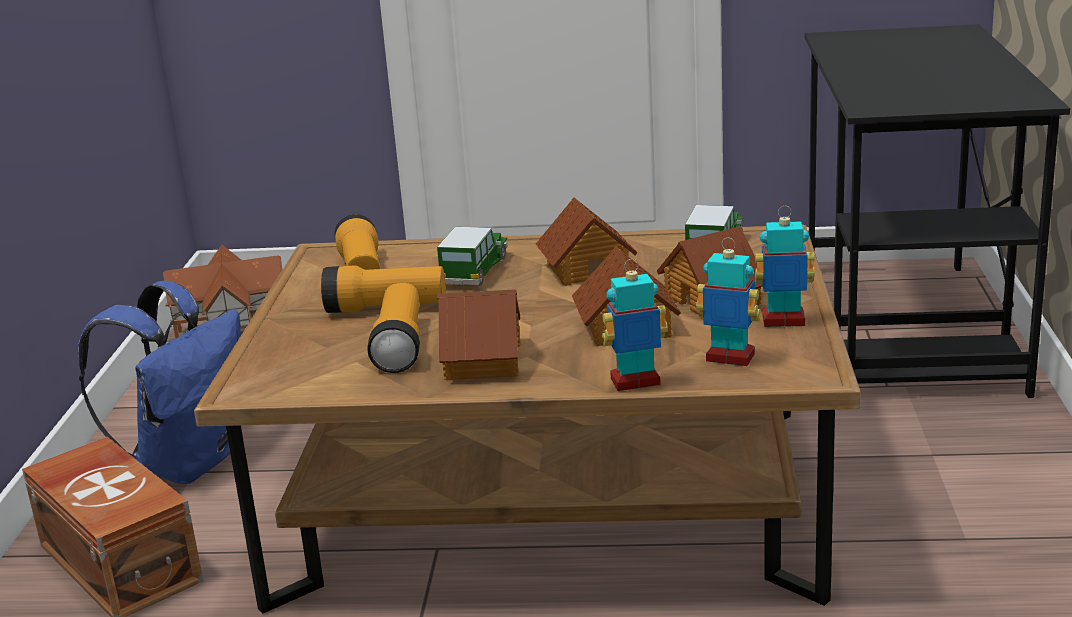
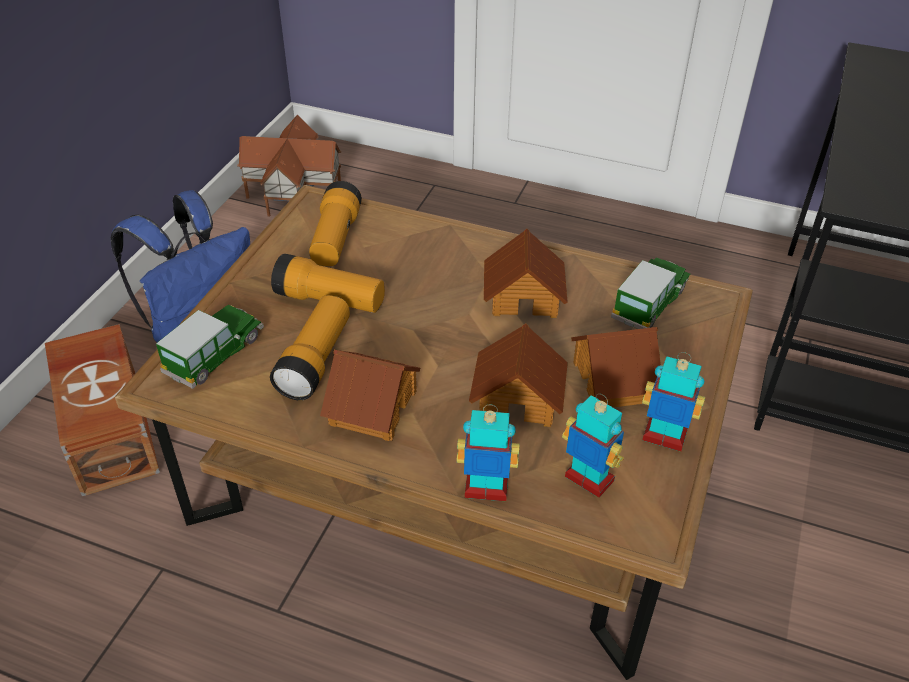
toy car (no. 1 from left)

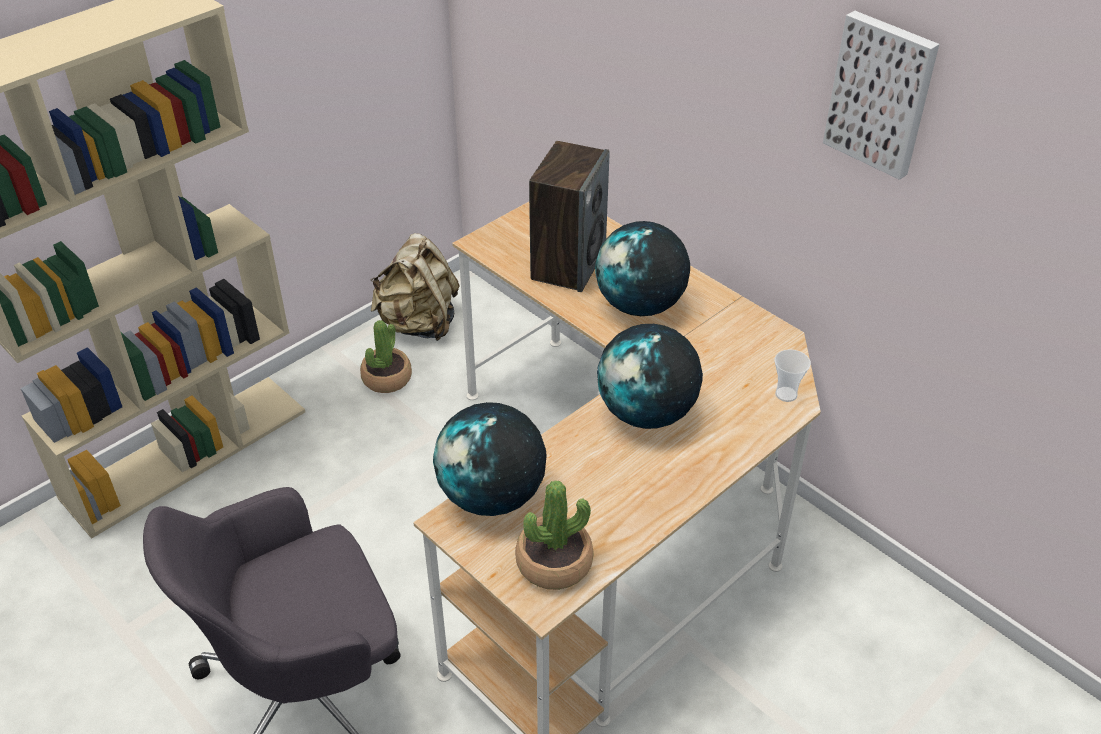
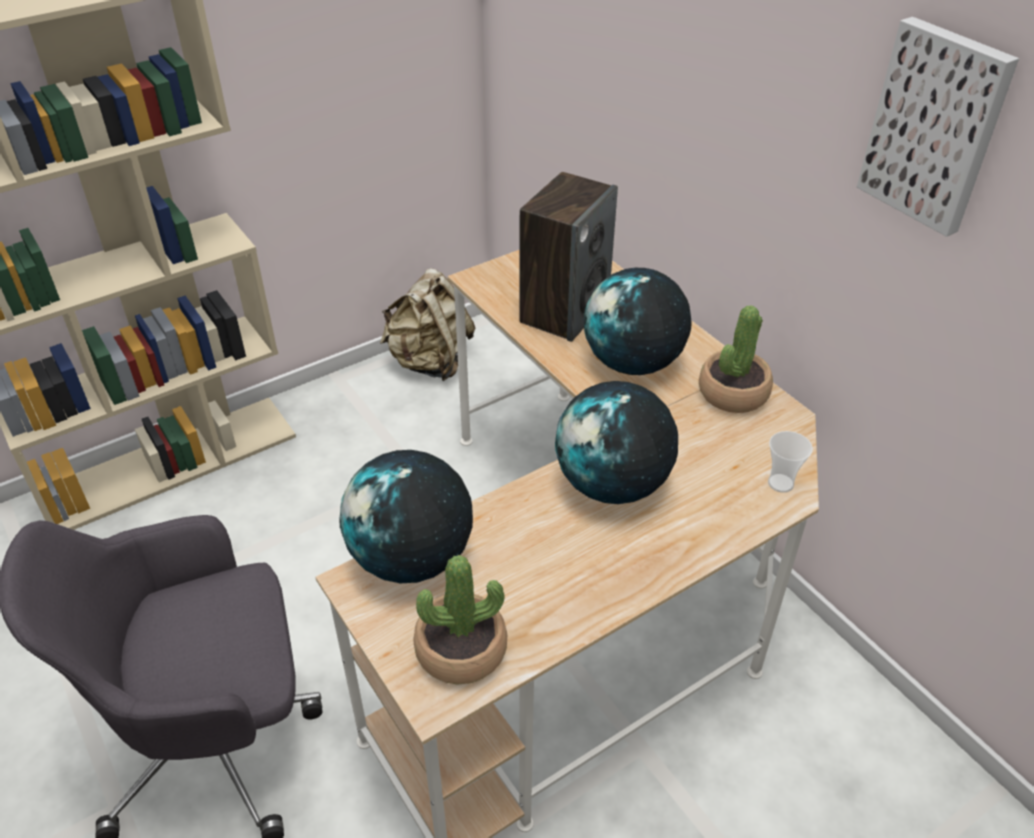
potted plant (no. 2 from left)

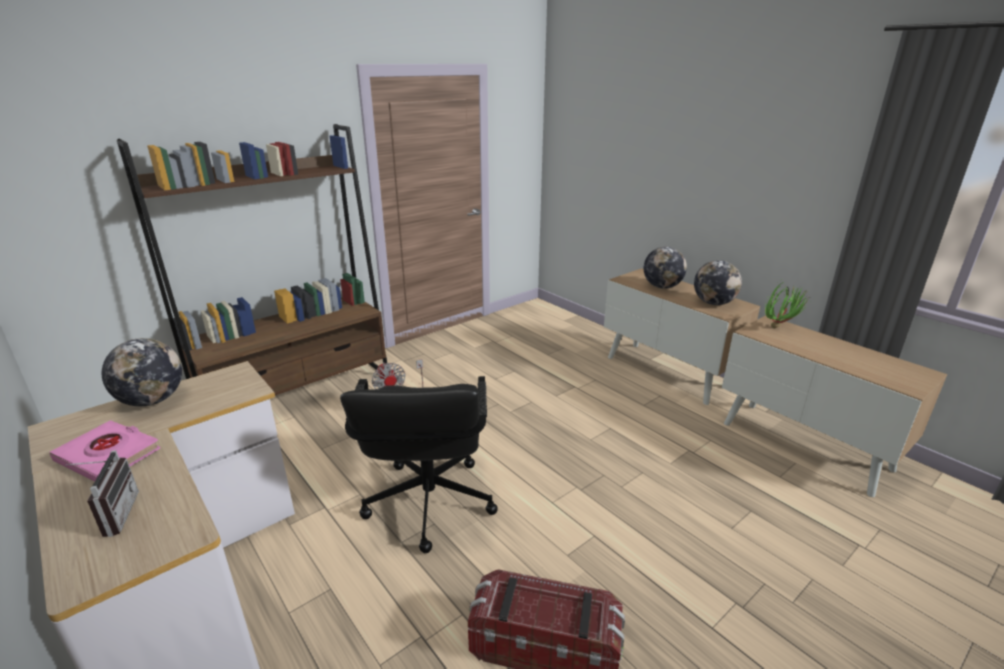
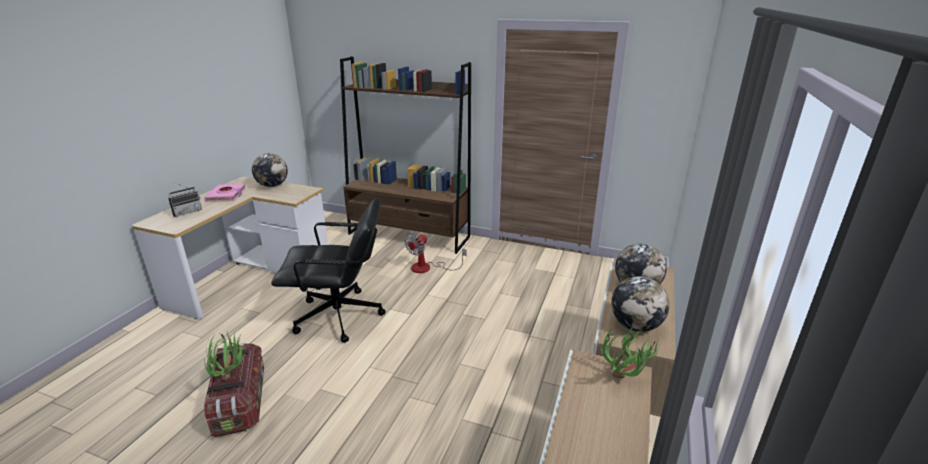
potted plant (no. 1 from left)
black office chair

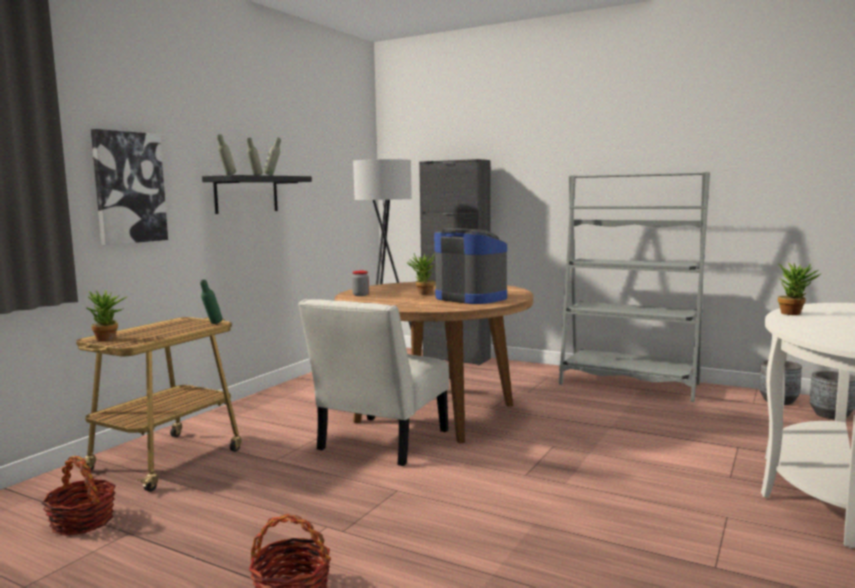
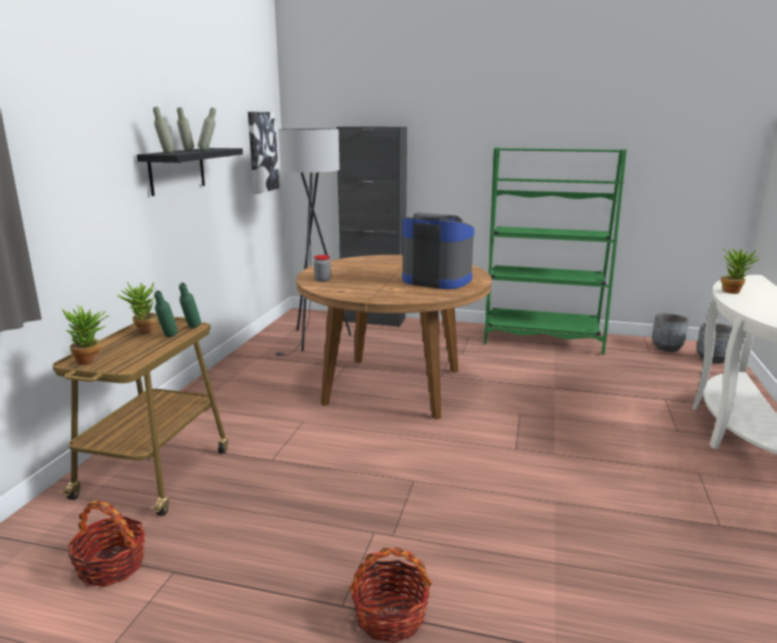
potted plant (no. 2 from left)
green bottle (no. 1 from left)
picture
green bookcase
white chair

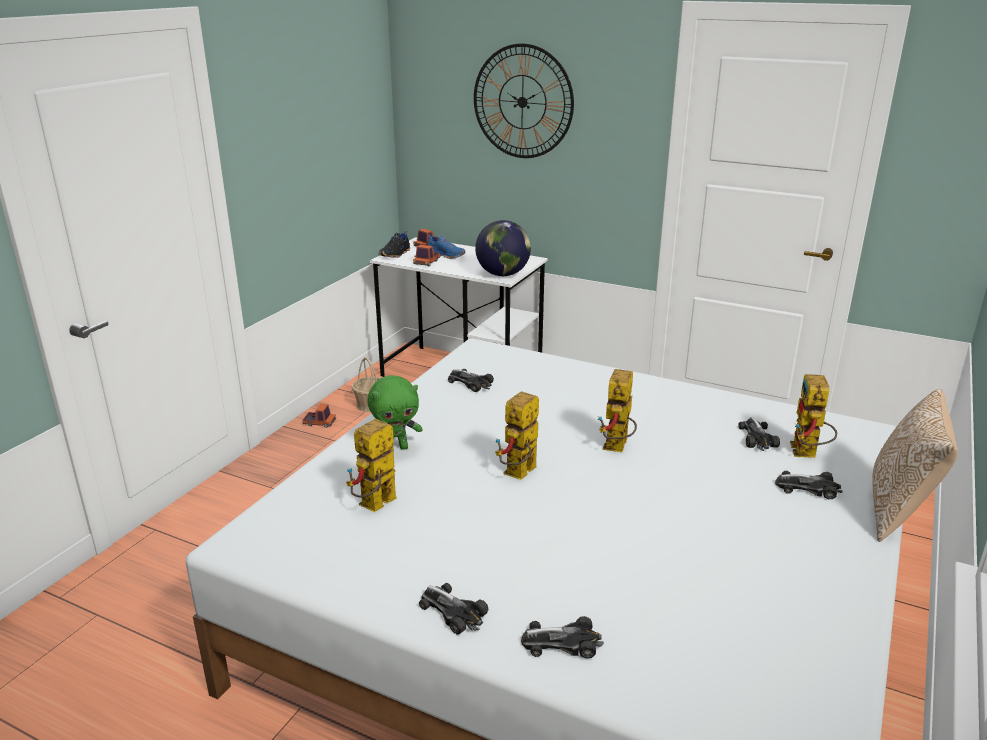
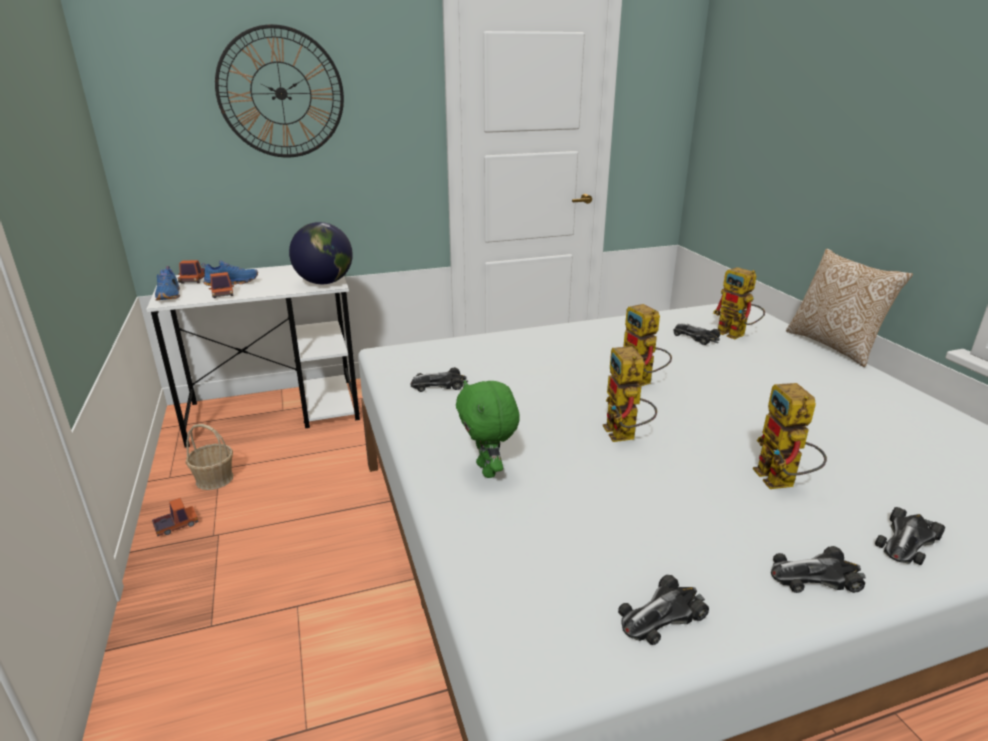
blue shoe (no. 1 from left)
green plush toy
toy car (no. 2 from left)
toy robot (no. 4 from left)

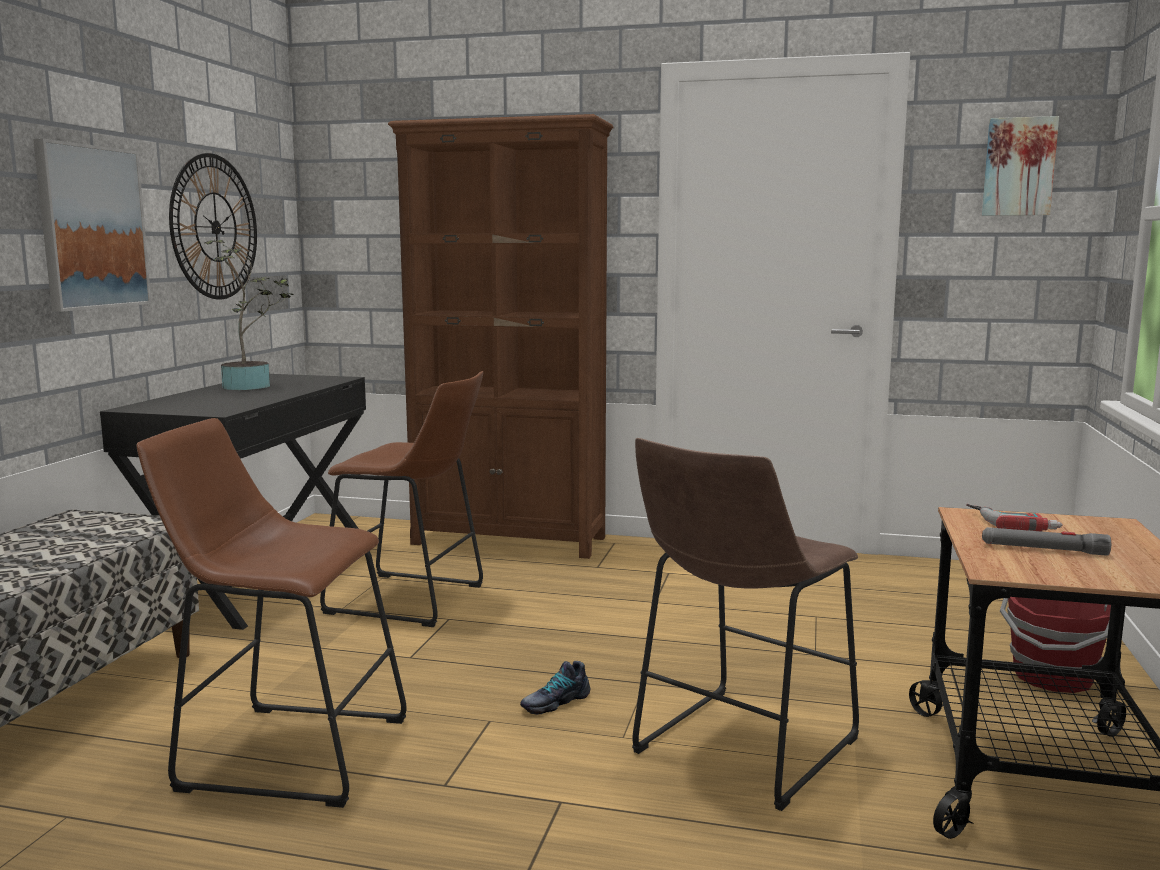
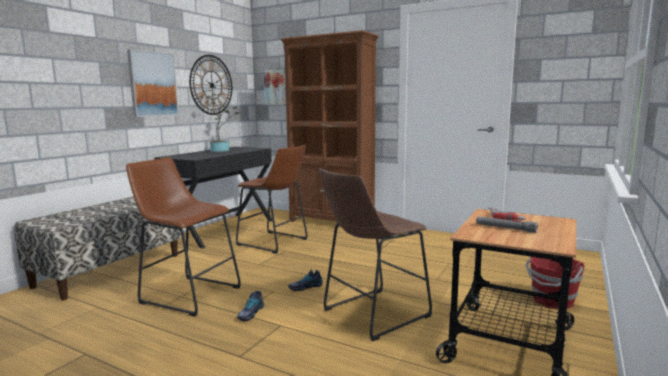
shoe (no. 1 from left)
picture (no. 2 from left)

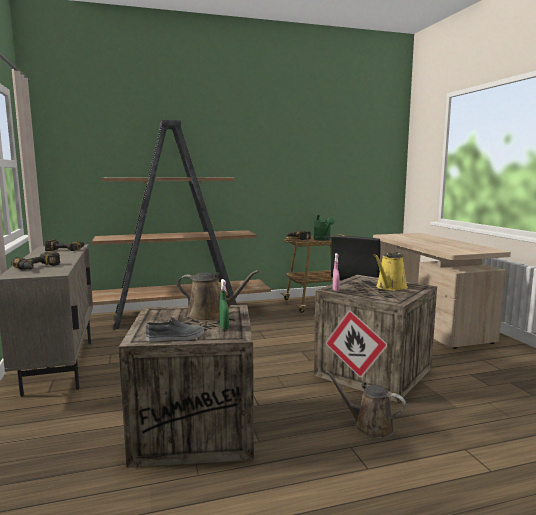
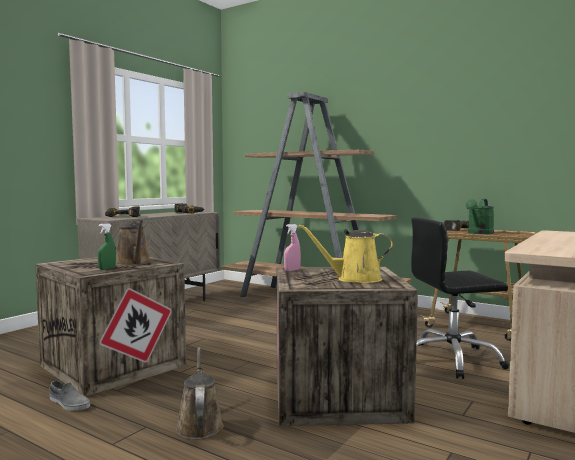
grey shoe

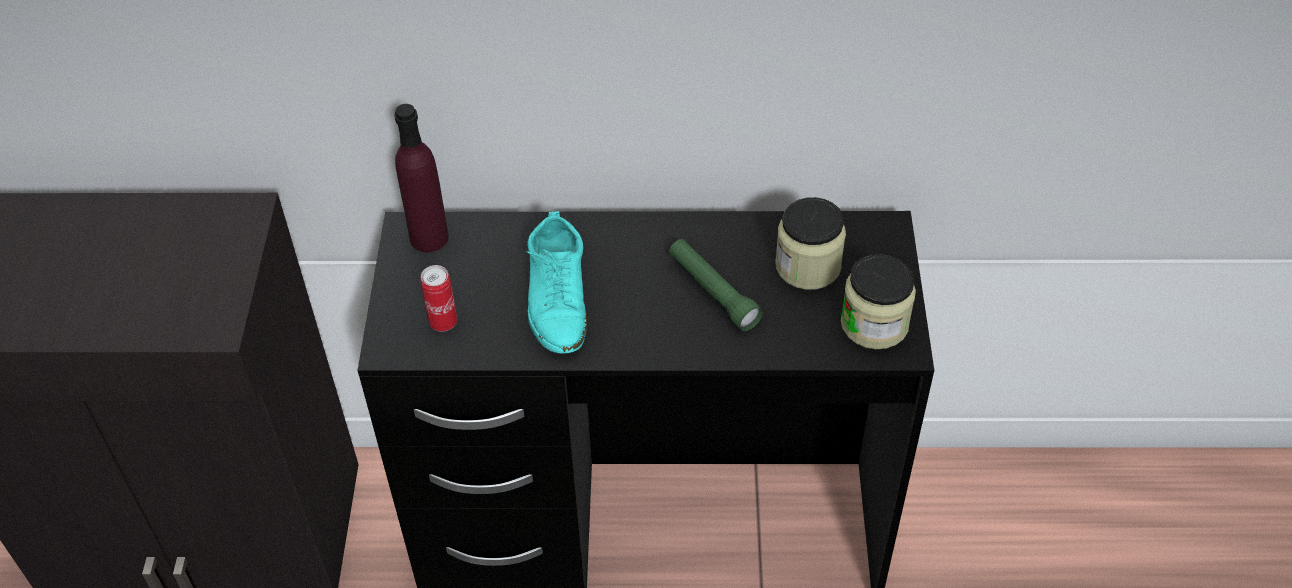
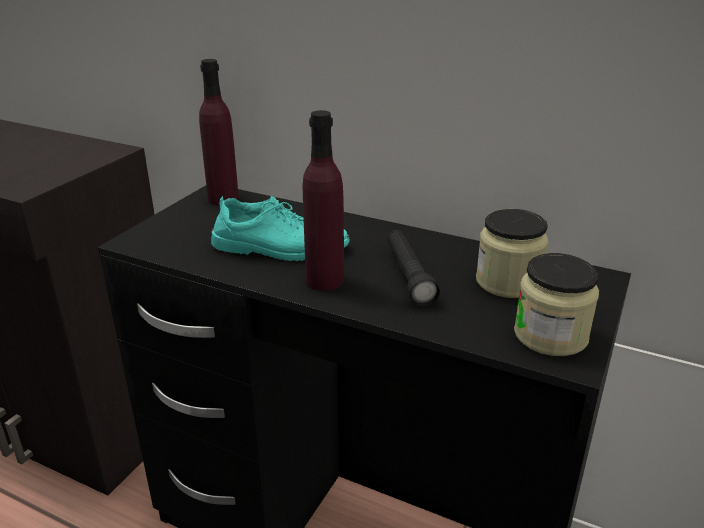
turquoise shoe
purple bottle (no. 2 from left)
black flashlight
can

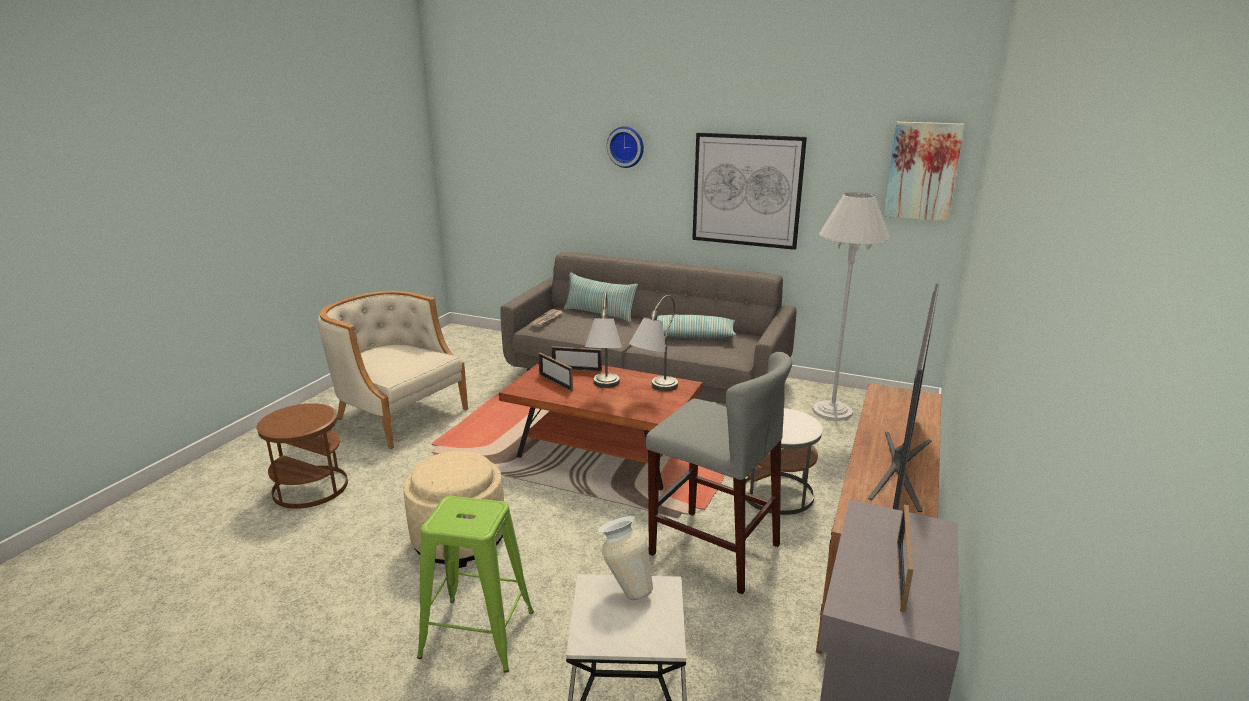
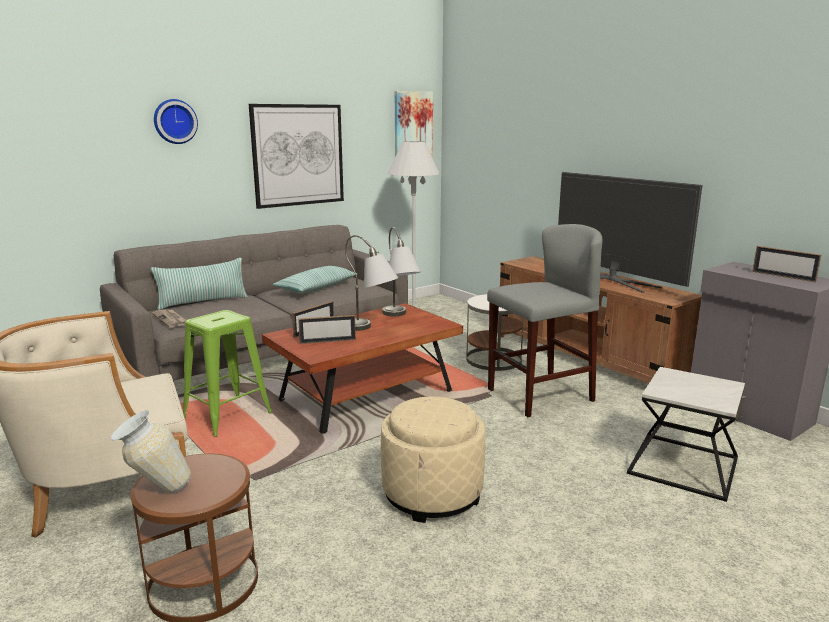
vase
green stool

